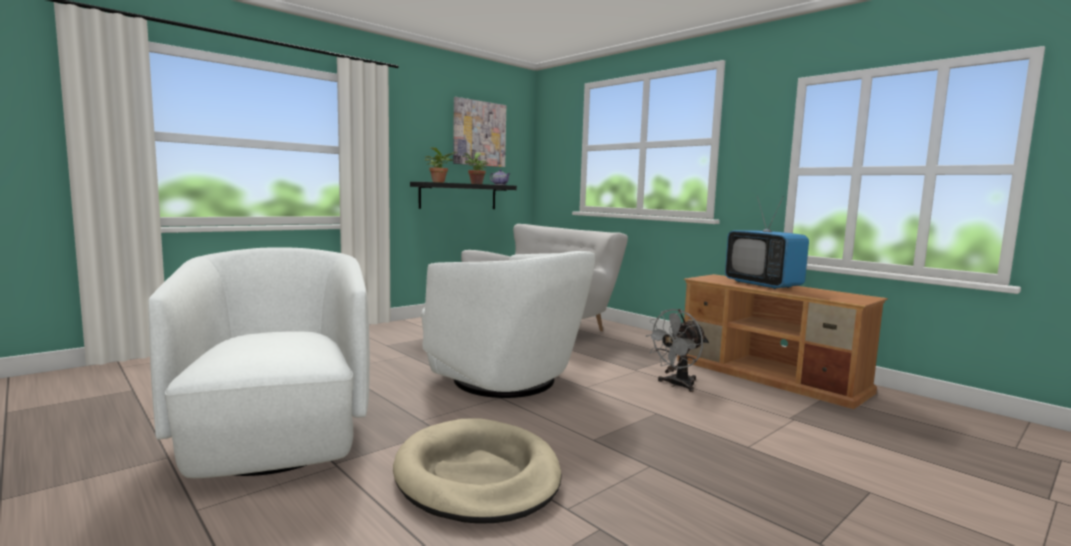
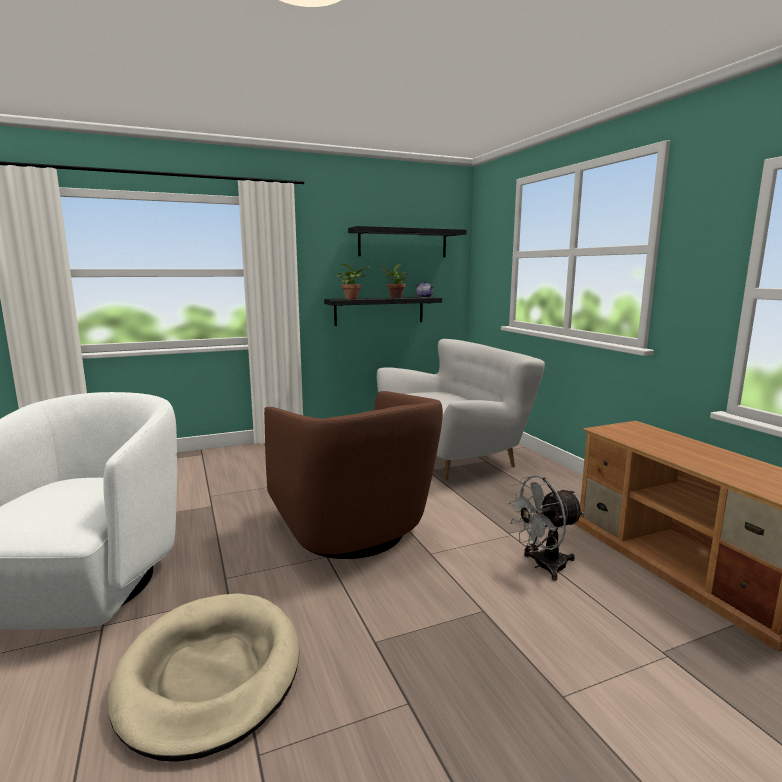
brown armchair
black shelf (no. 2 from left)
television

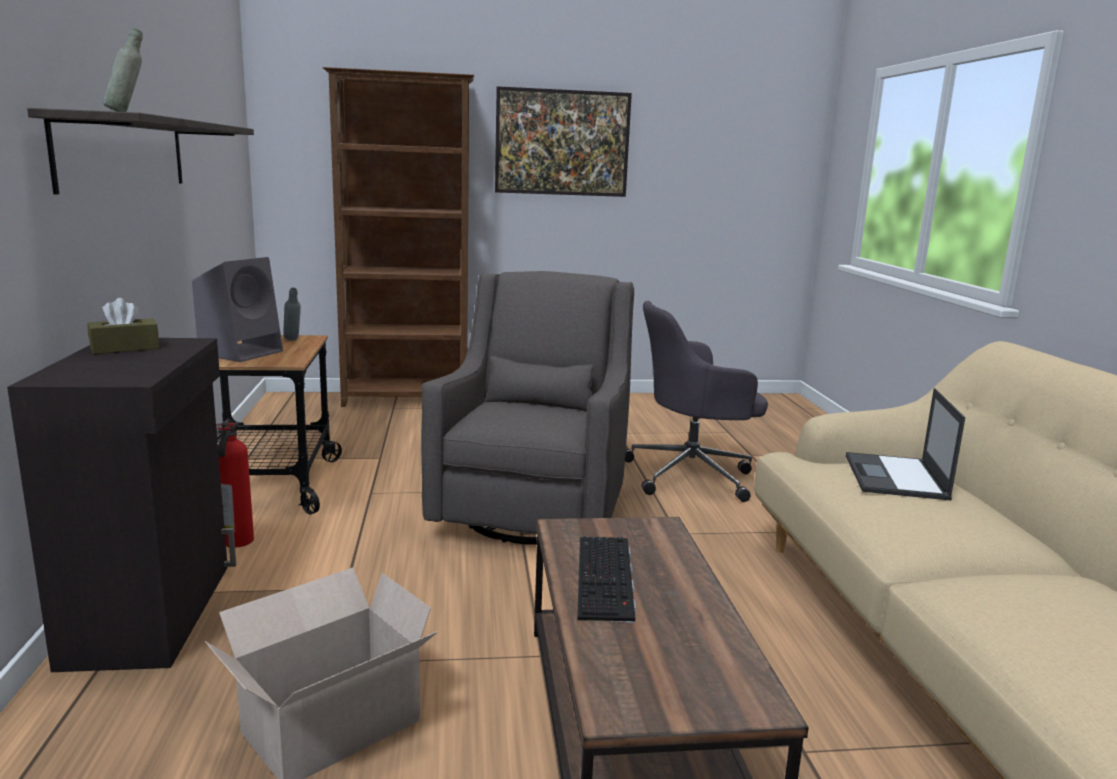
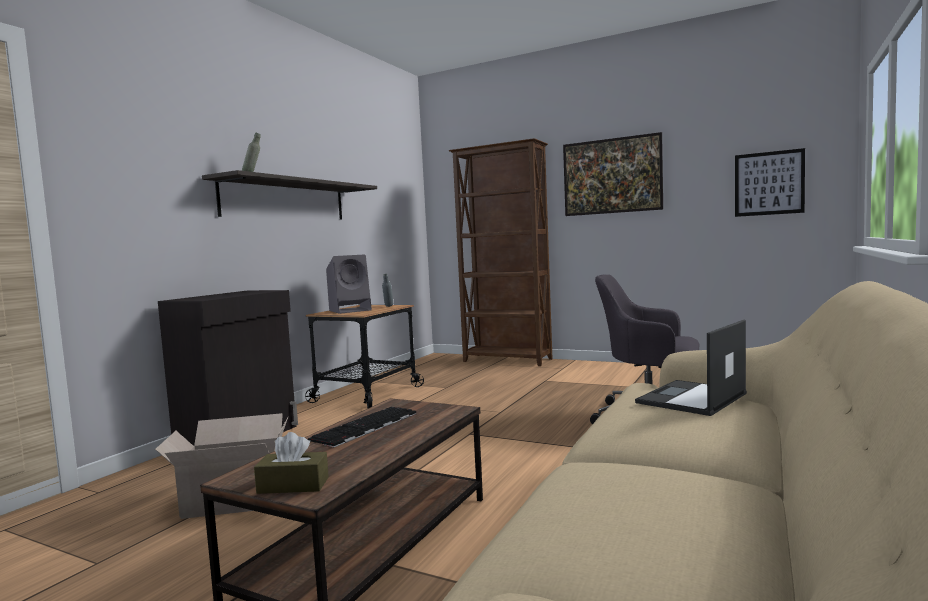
brown tissue box
picture (no. 2 from left)
fire extinguisher
grey armchair

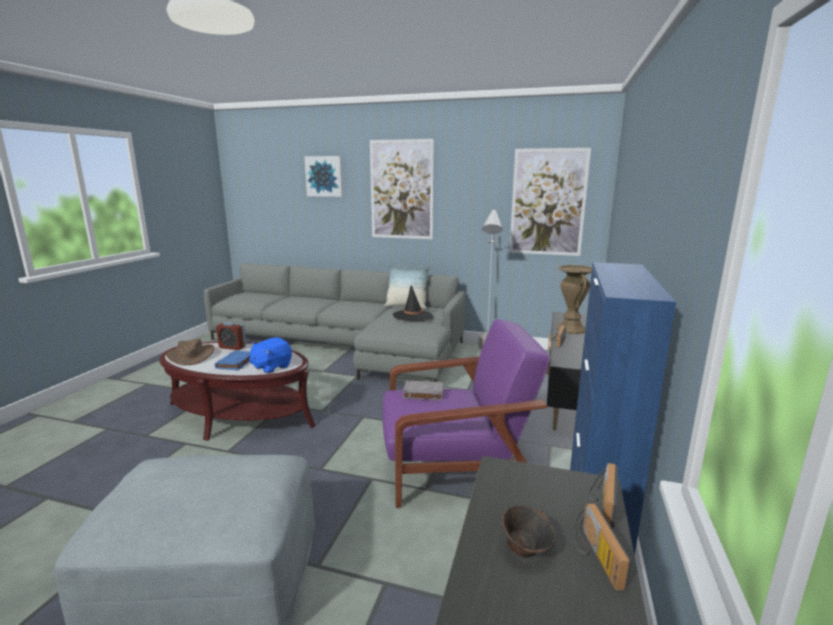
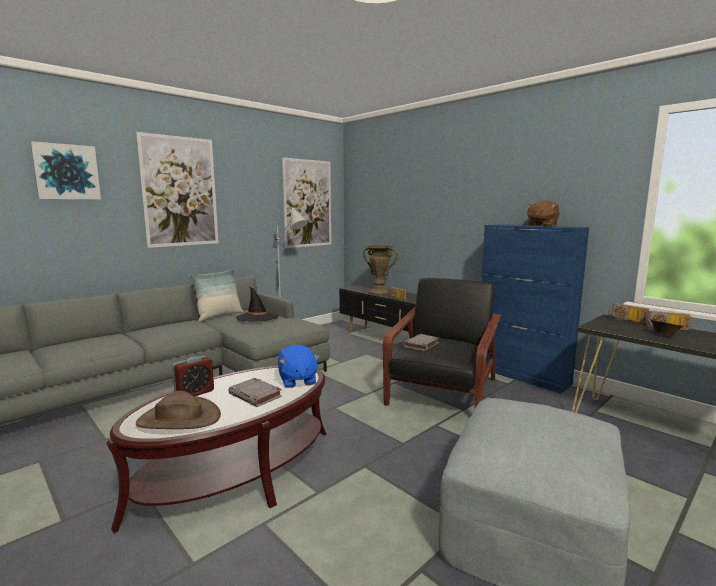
grey book (no. 1 from left)
black armchair
brown plush toy

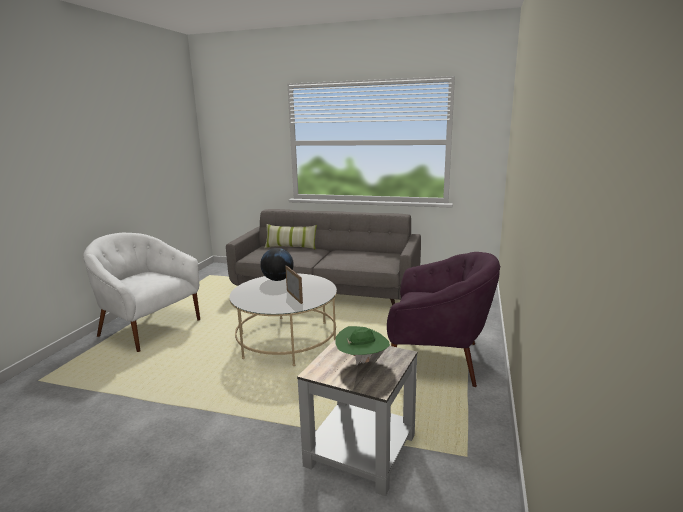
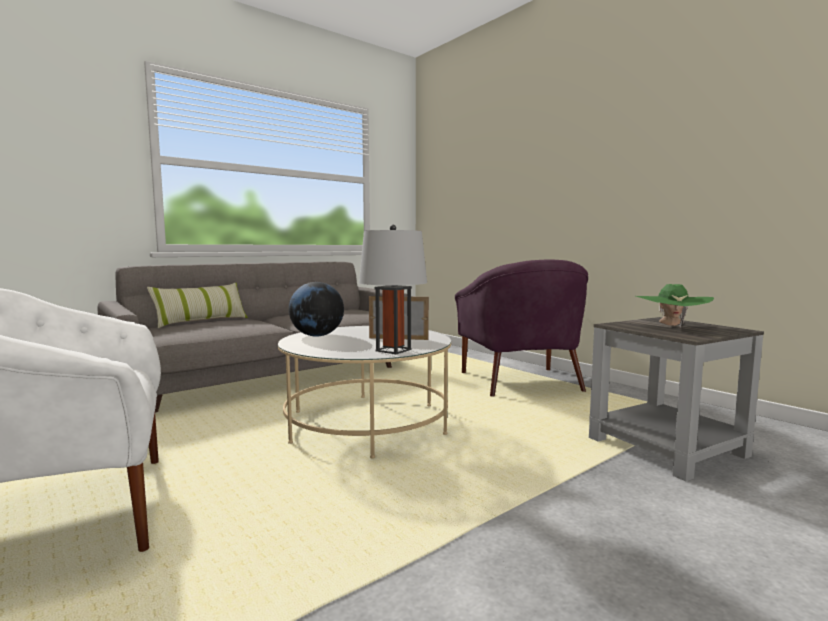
grey table lamp
purple armchair

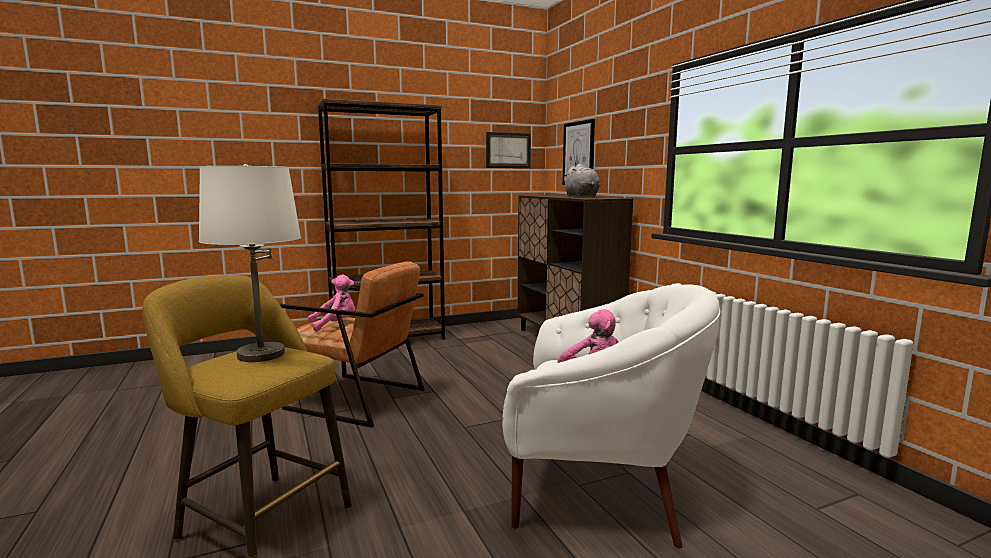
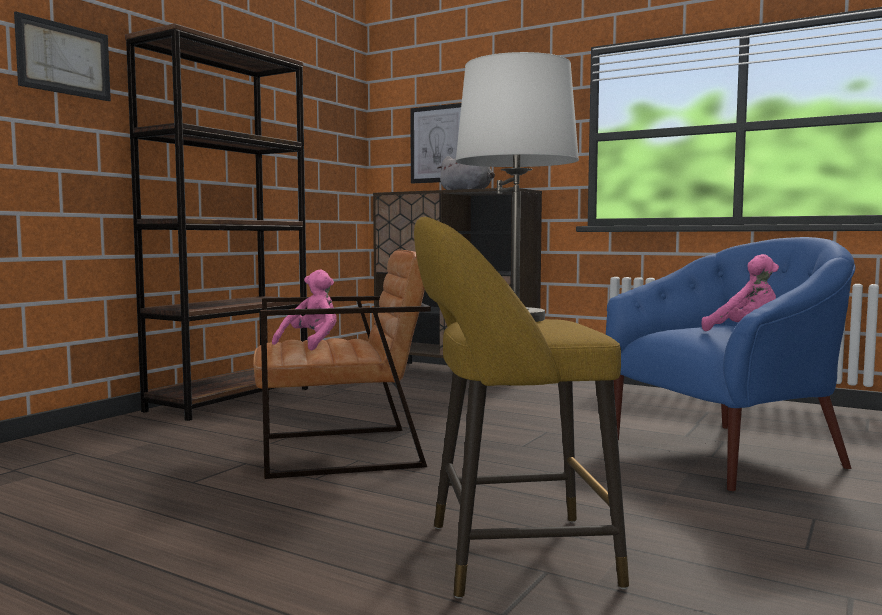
picture (no. 1 from left)
blue armchair

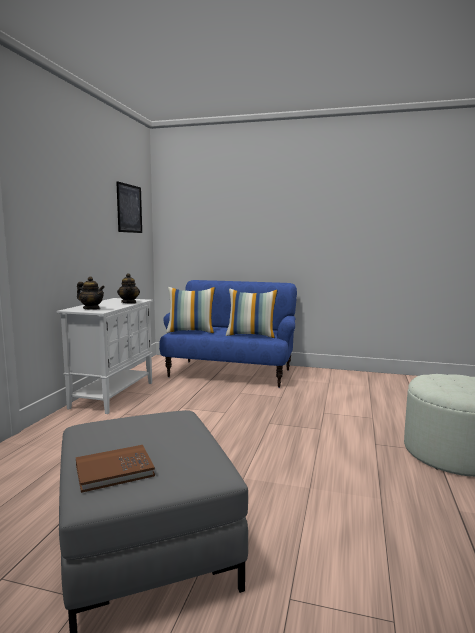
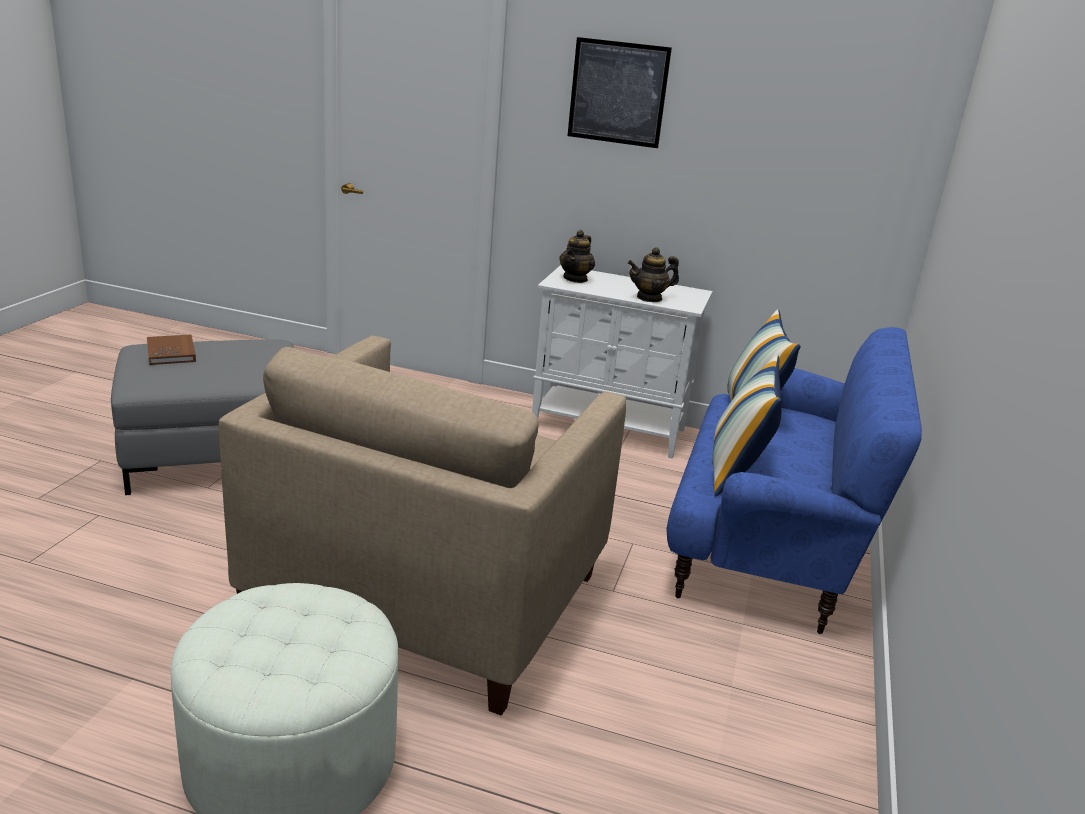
beige armchair
picture

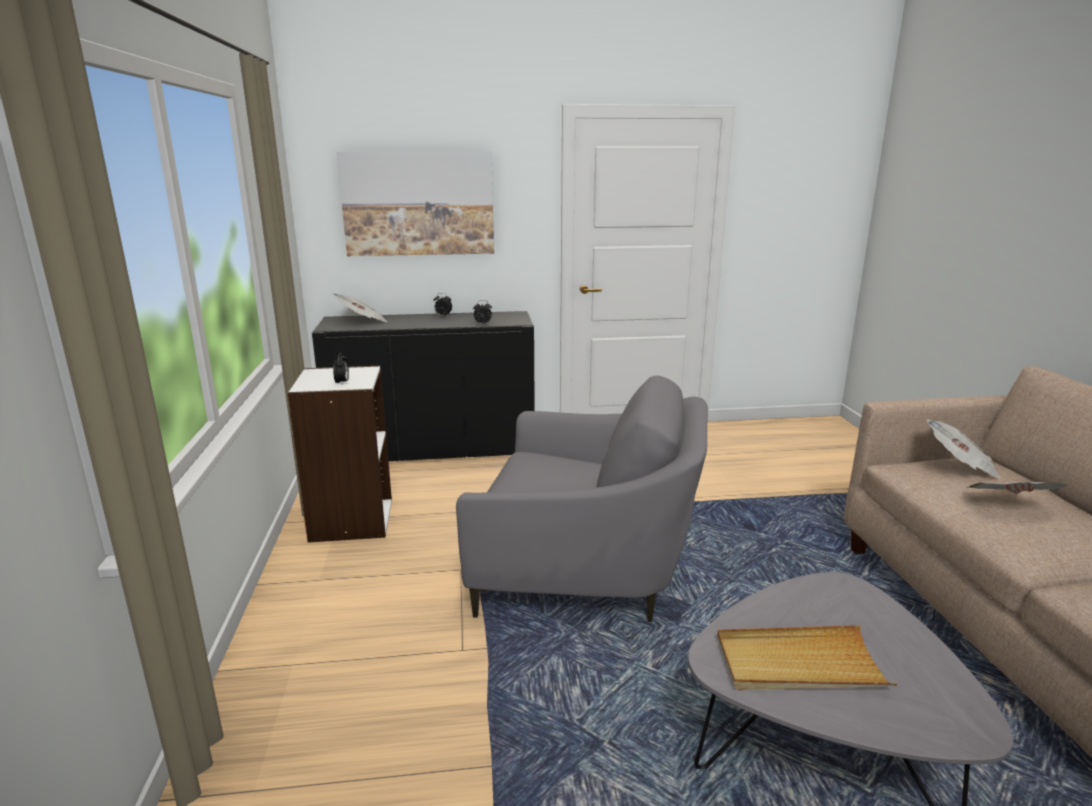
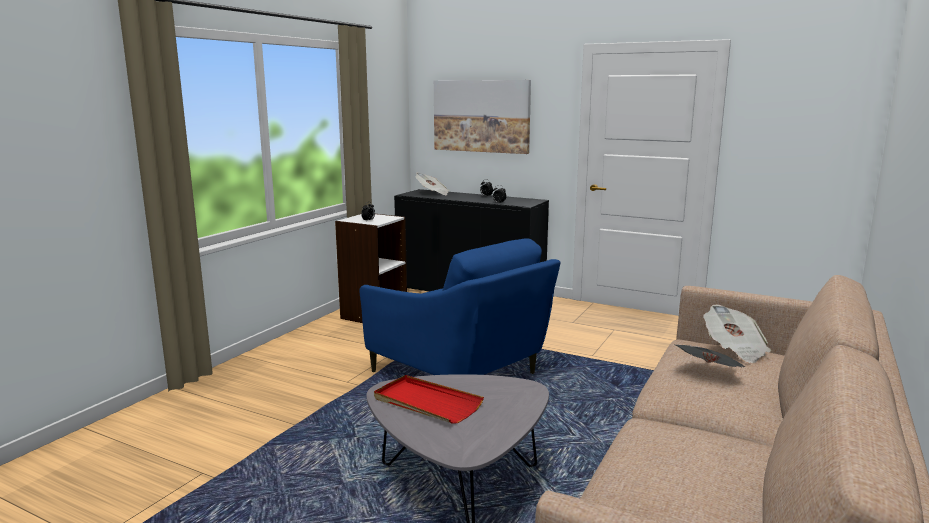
blue armchair
red tray

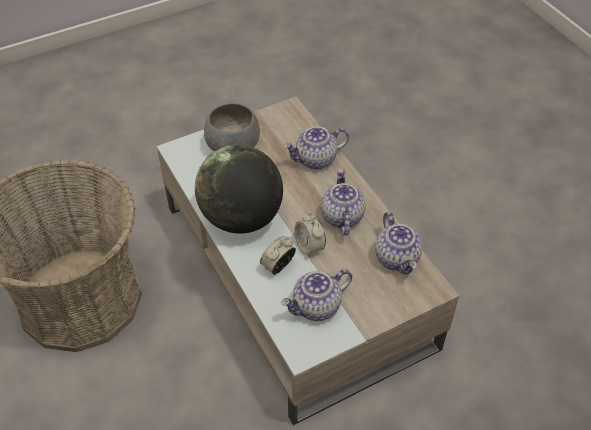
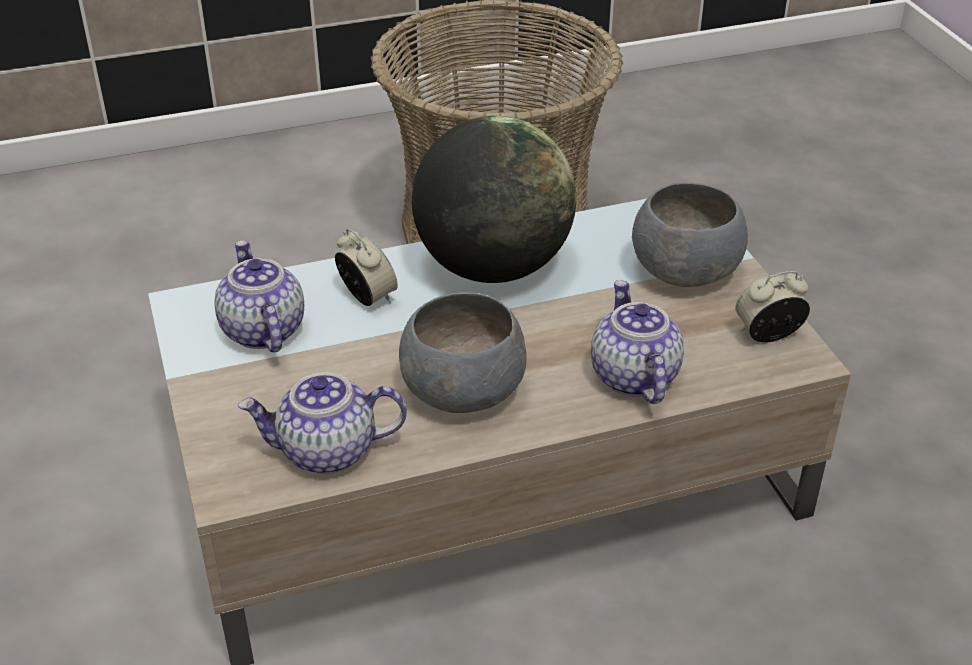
grey bowl (no. 1 from left)
alarm clock (no. 2 from left)

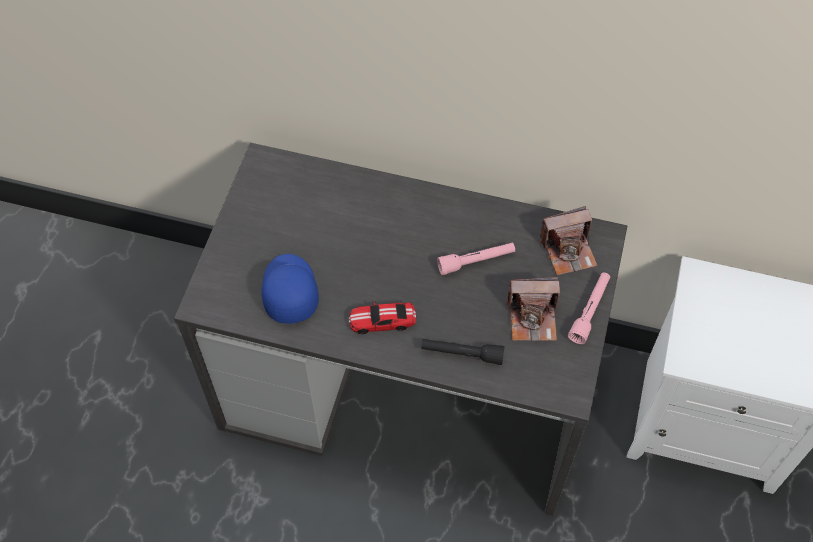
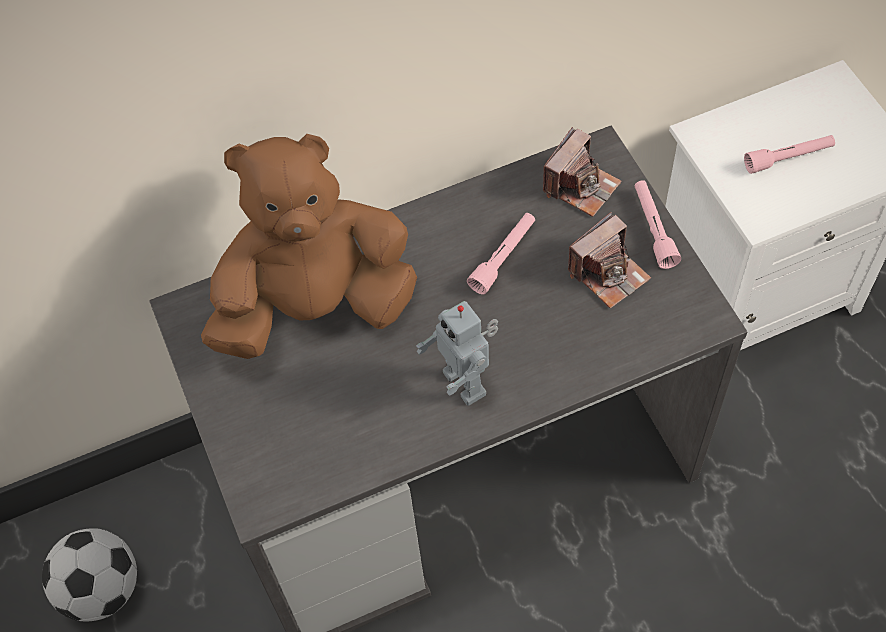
football
brown plush toy
toy robot
pink flashlight (no. 3 from left)
blue cap
black flashlight

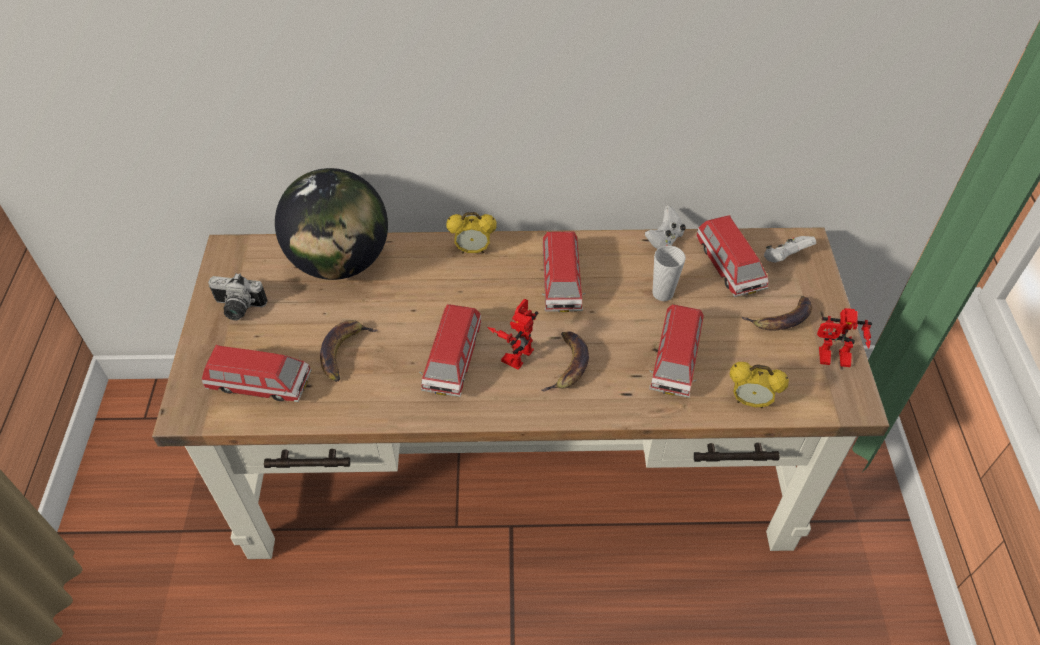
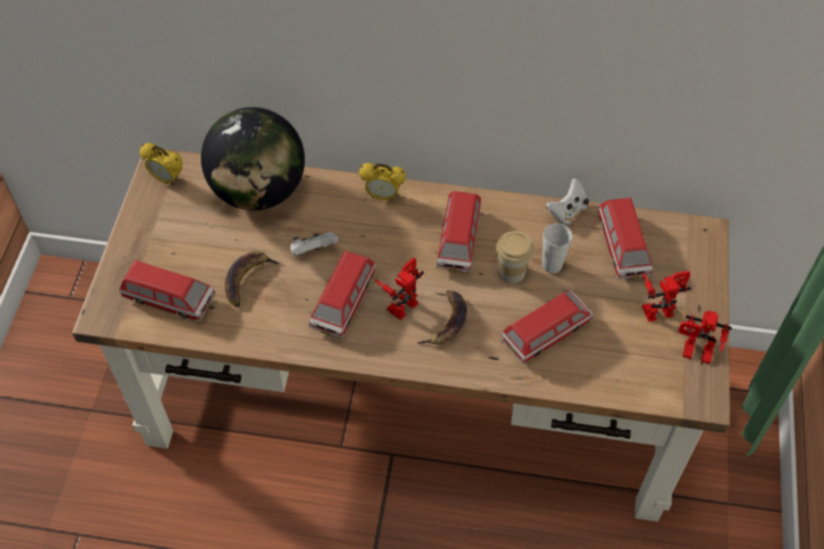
alarm clock (no. 1 from left)
white game controller (no. 1 from left)
cup (no. 1 from left)
toy car (no. 4 from left)
toy robot (no. 2 from left)
photo camera

